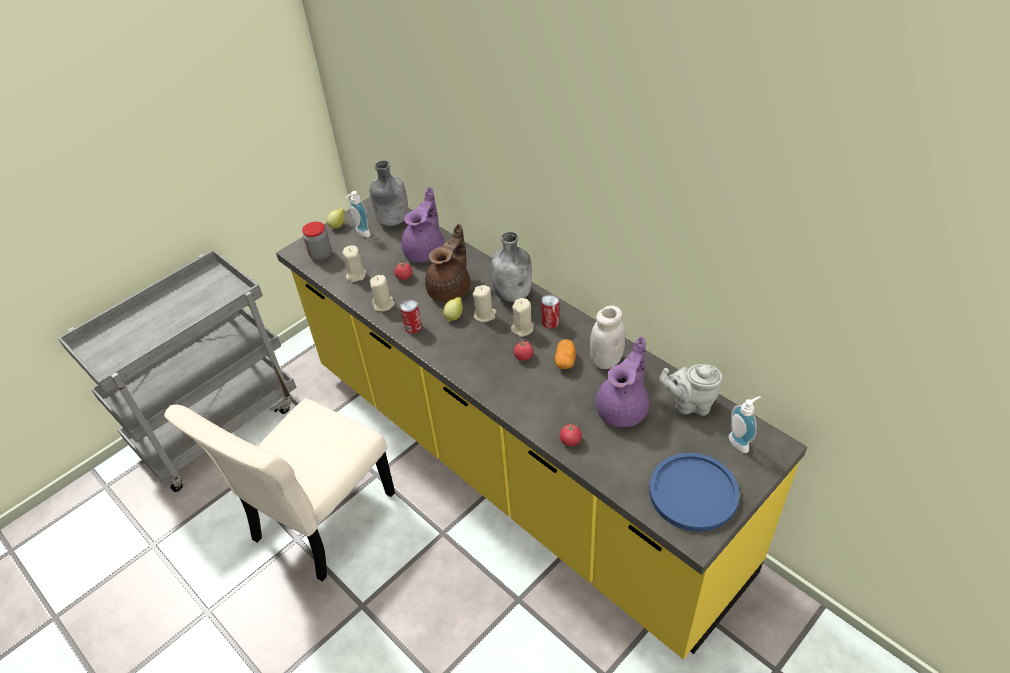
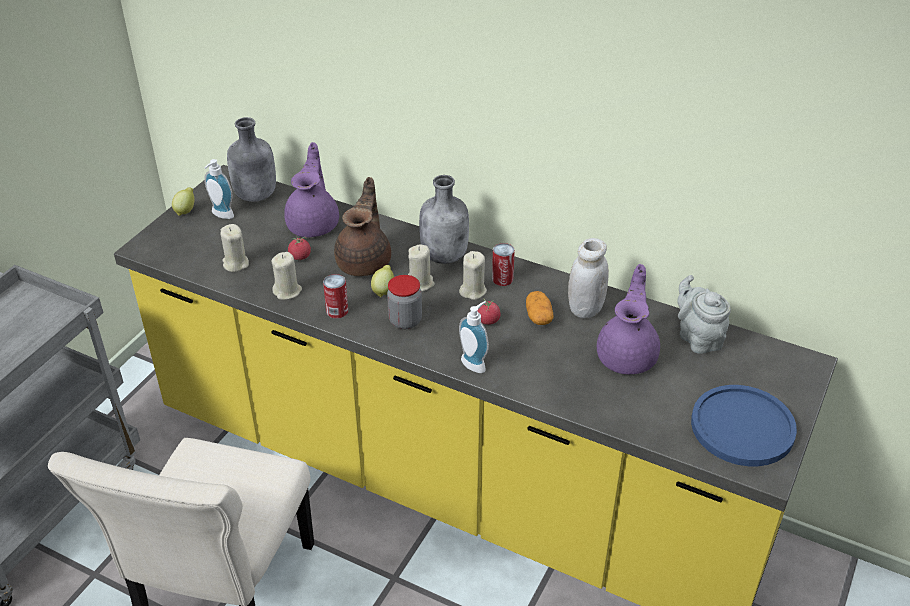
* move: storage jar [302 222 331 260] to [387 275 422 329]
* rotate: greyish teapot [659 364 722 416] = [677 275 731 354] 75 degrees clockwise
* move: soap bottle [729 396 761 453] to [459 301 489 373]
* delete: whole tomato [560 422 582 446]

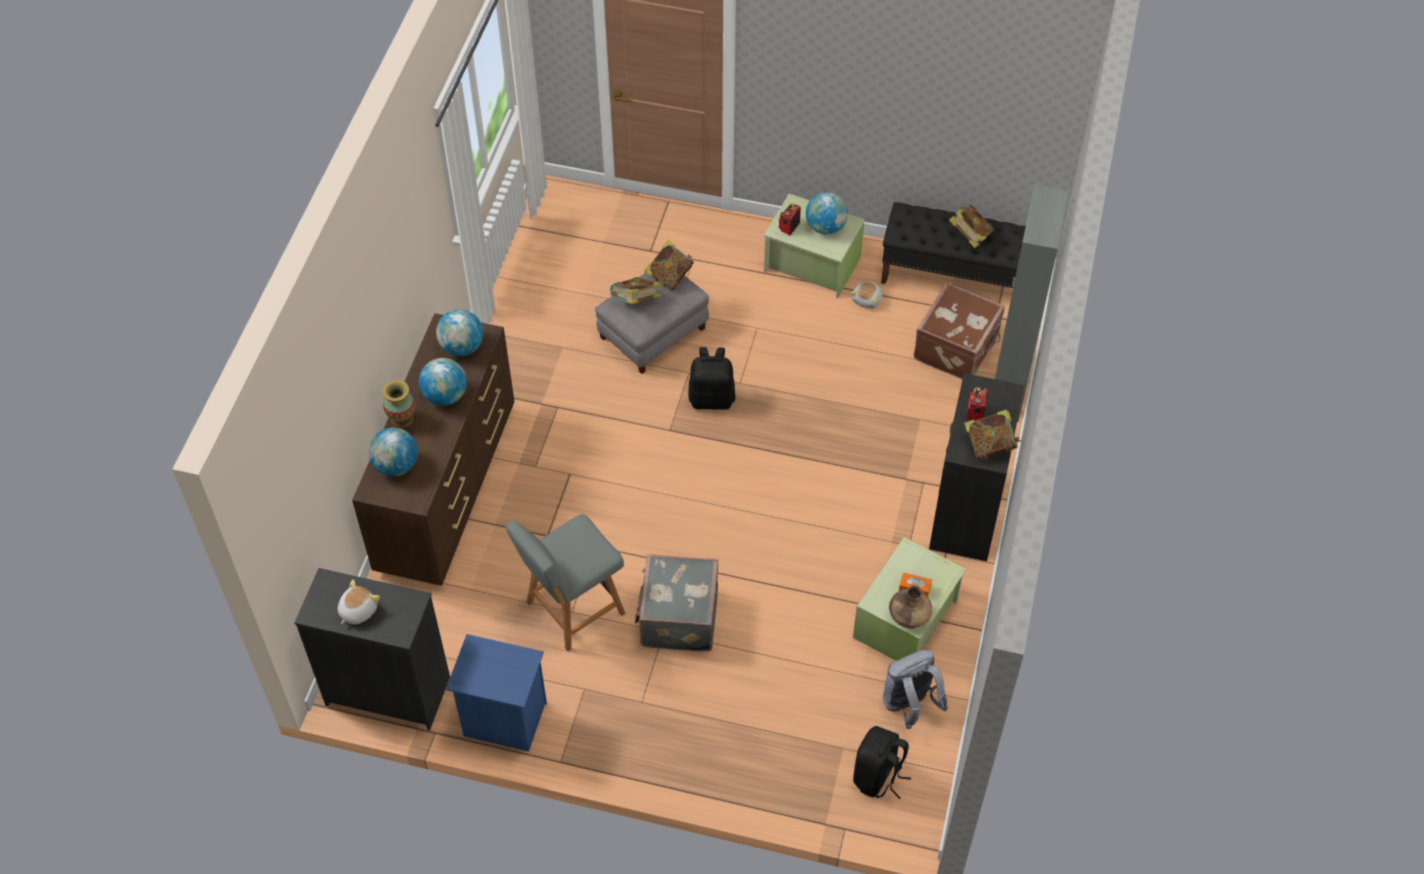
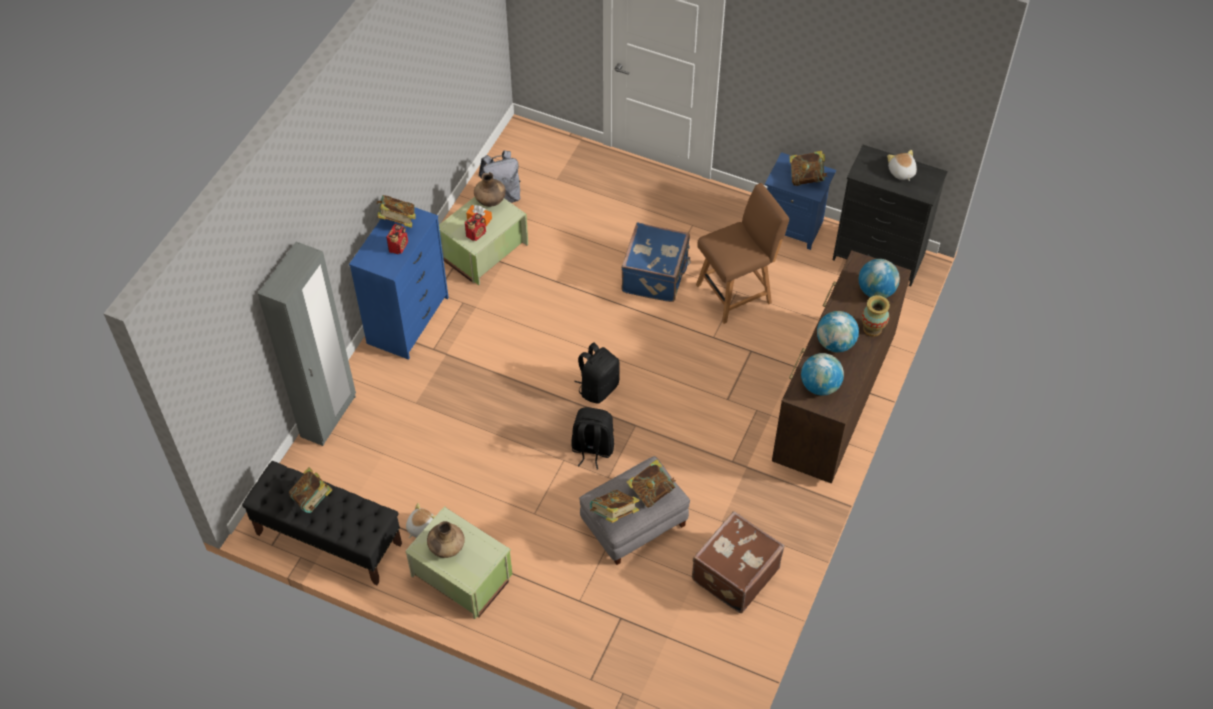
* replace: world globe [806 192 848 234] to brownish vase [427 521 465 558]
* move: radio set [779 203 801 236] to [465 213 486 241]
* move: brownish piece of luggage [914 282 1005 379] to [692 511 785 613]
* recolor: black dresser [929 373 1024 561] to bluish dresser [349 207 449 360]
* recolor: greyish plain chair [506 514 625 651] to brownish plain chair [696 183 789 324]
* recolor: greyish piece of luggage [635 554 718 652] to bluish piece of luggage [621 222 691 302]
* rotate: cuddly toy [338 579 380 624] = [887 150 917 181] 120 degrees clockwise
* move: black rucksack [853 726 911 799] to [574 342 620 403]
* insert: book [789 151 828 186]

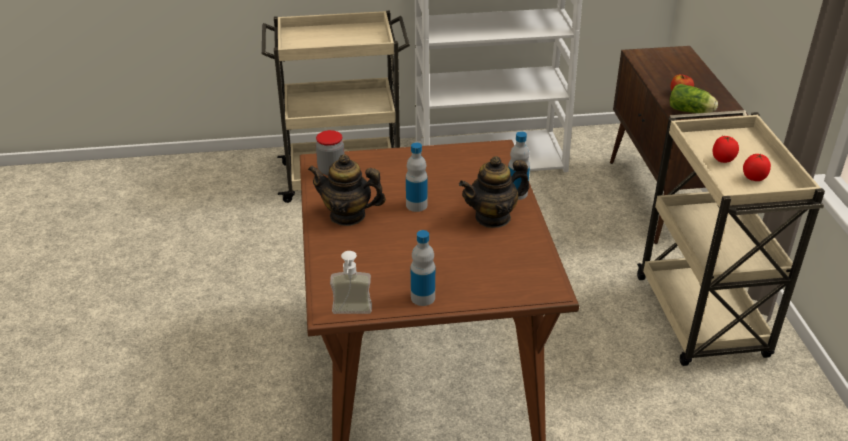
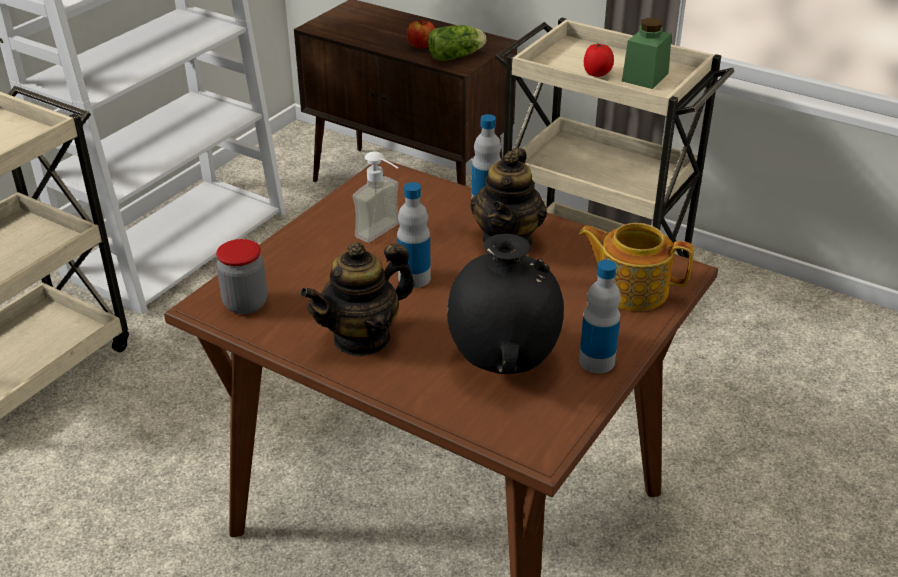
* replace: whole tomato [743 153 771 181] to green storage jar [622 18 672 89]
* move: soap bottle [330 251 372 314] to [352 151 399 243]
* insert: teapot [579 223 694 311]
* insert: black vase [447 234 564 374]

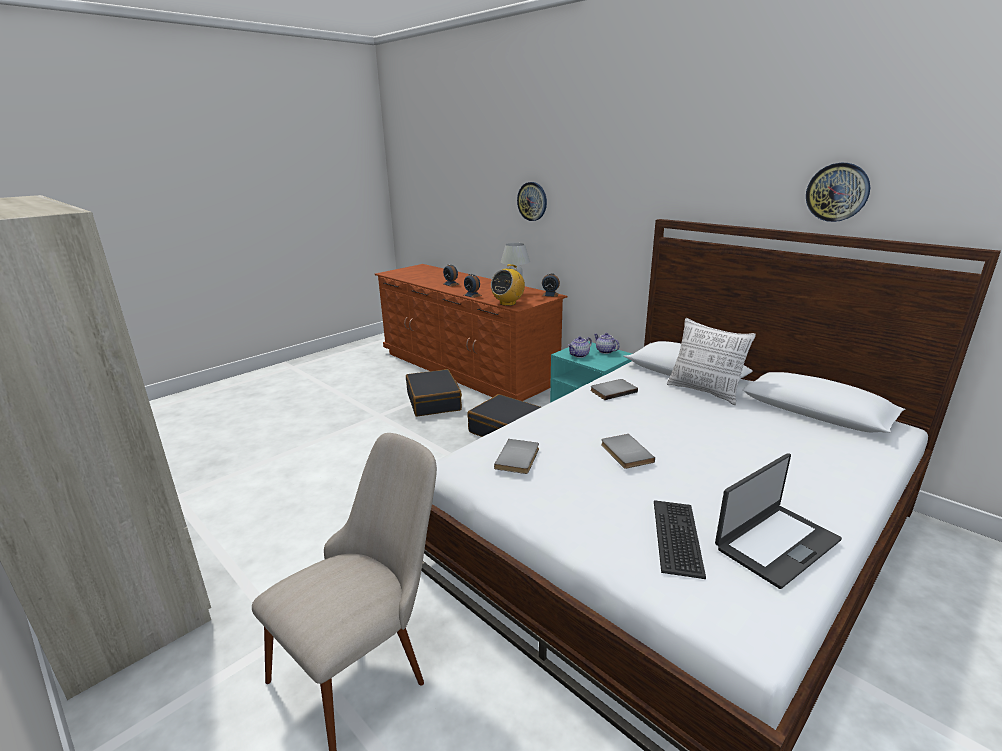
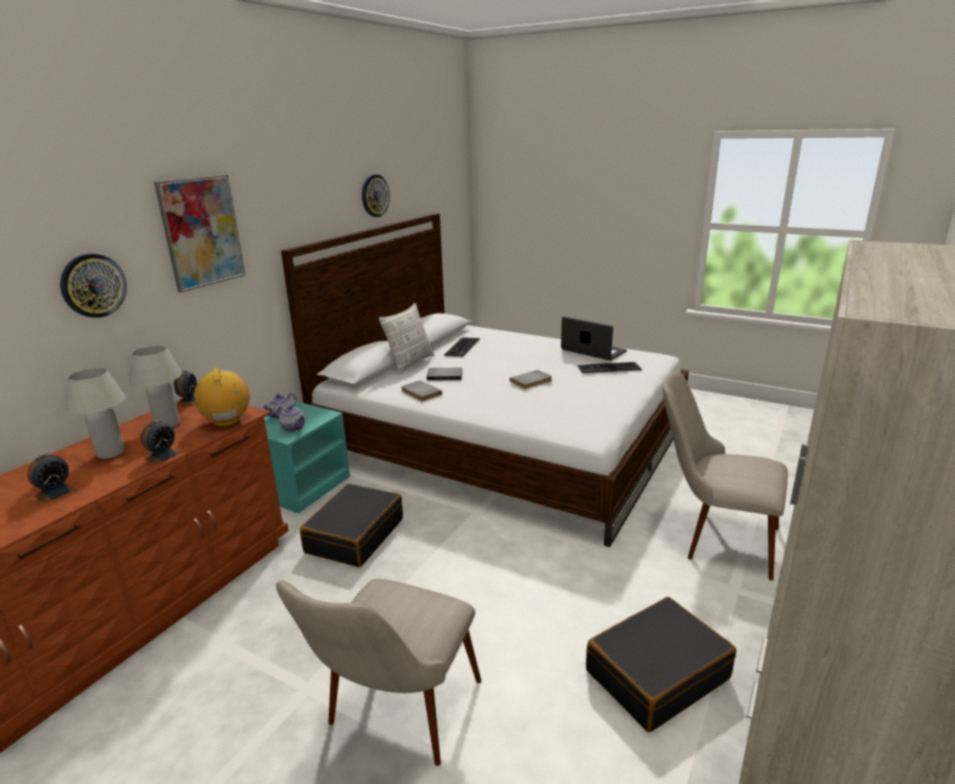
* rotate: radio set [491 264 525 306] = [194 367 250 427] 135 degrees counterclockwise
* move: black piece of luggage [406 369 462 417] to [586 597 736 732]
* move: greyish book [494 439 539 474] to [426 368 463 380]
* insert: wall art [154 175 245 293]
* insert: PC keyboard [444 337 480 357]
* insert: white-coloured table lamp [65 368 126 459]
* insert: beige plain chair [276 579 481 766]

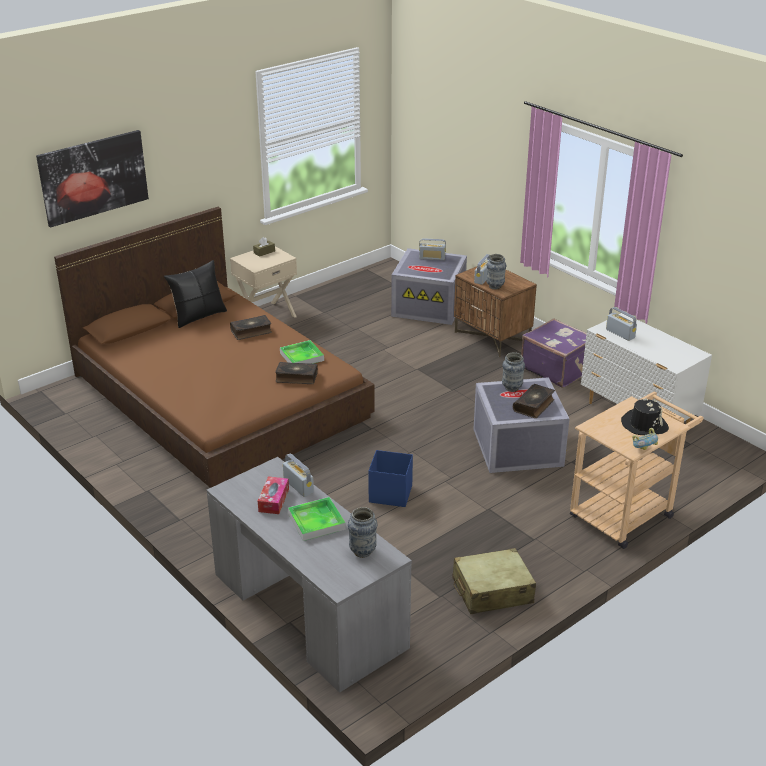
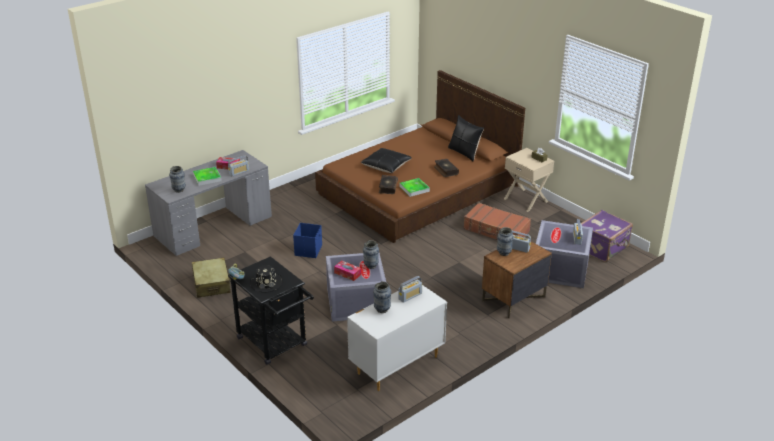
* delete: wall art [36 130 149 228]
* move: purple-coloured piece of luggage [521 318 587 388] to [581 210 633 262]
* replace: book [513 384 555 418] to box of tissues [334 261 361 281]
* recolor: beige wheeled cart [570 392 703 549] to black wheeled cart [228 256 314 365]
* insert: black pillow [361 148 412 173]
* insert: brownish piece of luggage [463 202 531 240]
* insert: vase [373 281 391 313]

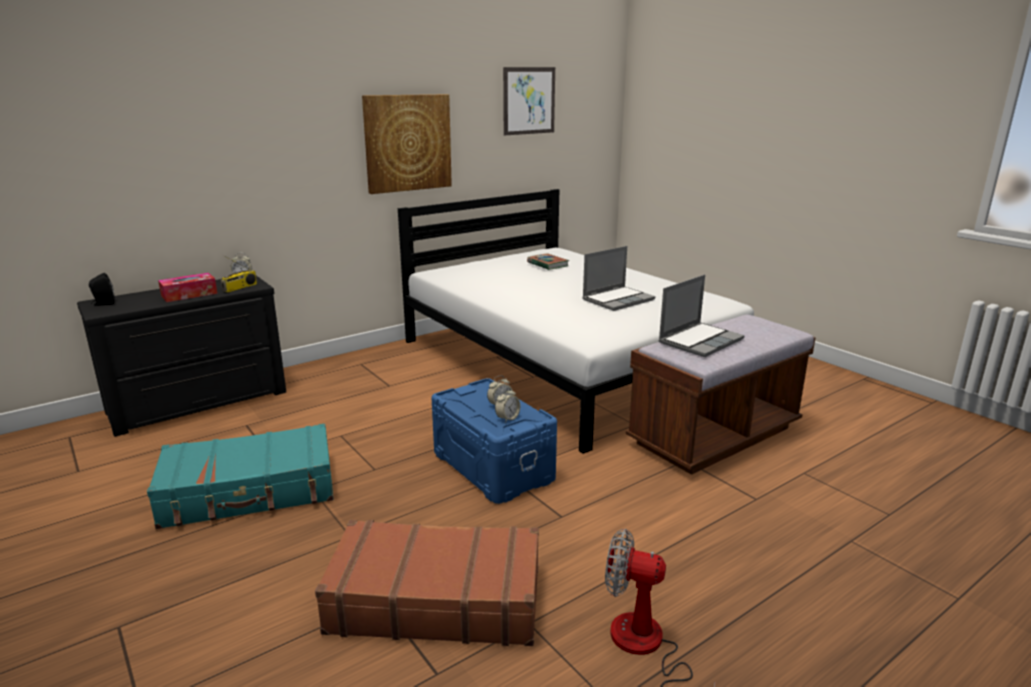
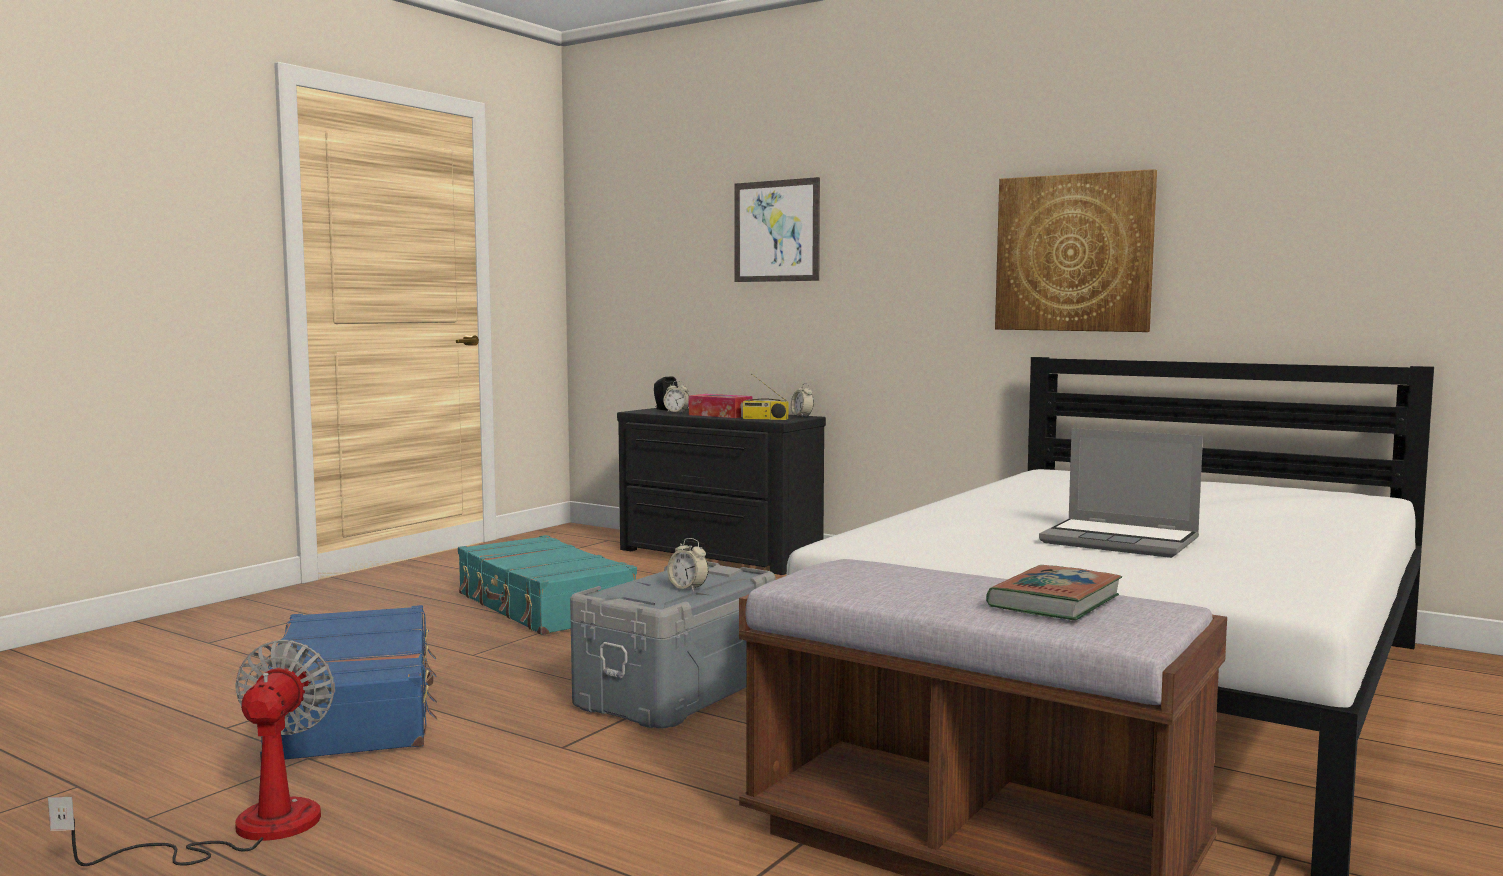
* move: wall art [503 67 555 135] to [734 177 820 282]
* move: book [527 254 569 270] to [986 565 1122 620]
* delete: laptop [658 275 745 357]
* recolor: bluish storage box [432 378 557 504] to greyish storage box [570 561 775 728]
* move: alarm clock [495 387 520 423] to [664 381 689 413]
* recolor: brownish piece of luggage [315 520 539 646] to bluish piece of luggage [260 605 437 759]

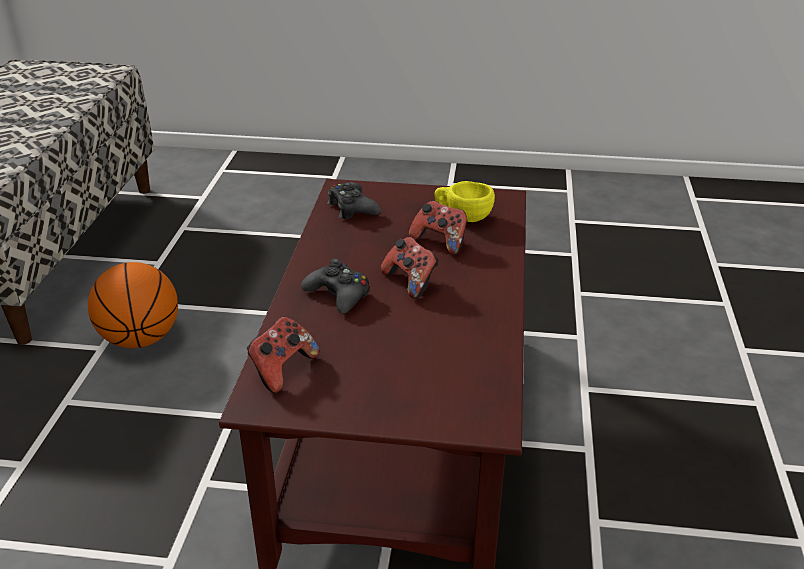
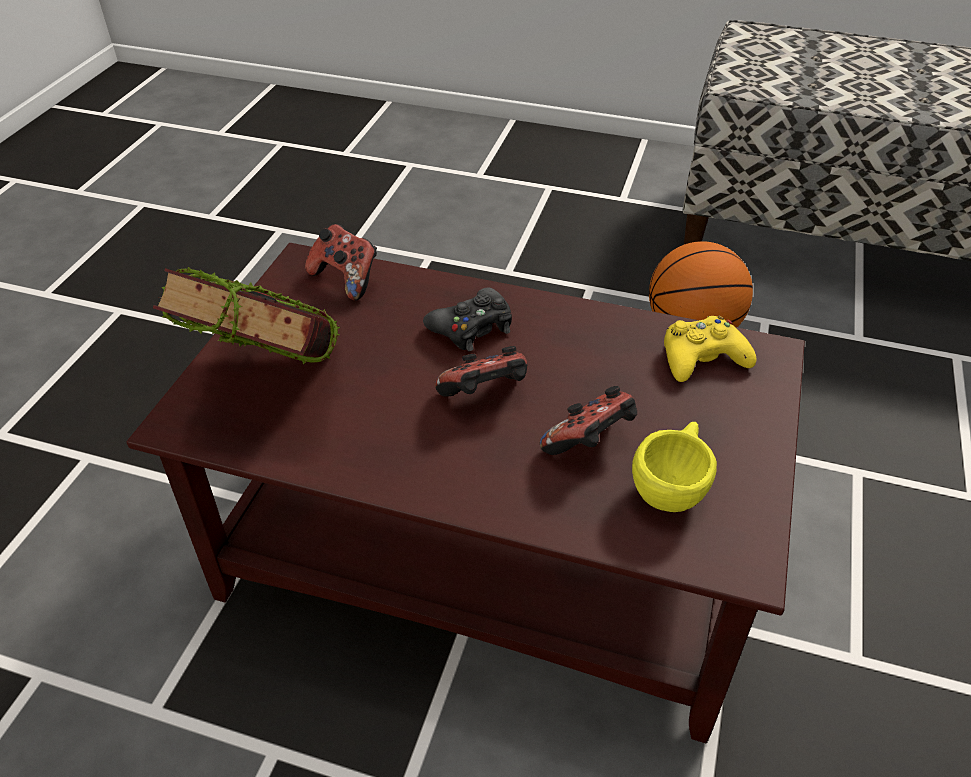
* recolor: black joypad [327 182 381 219] to yellow joypad [664 316 756 382]
* insert: book [153 267 340 364]

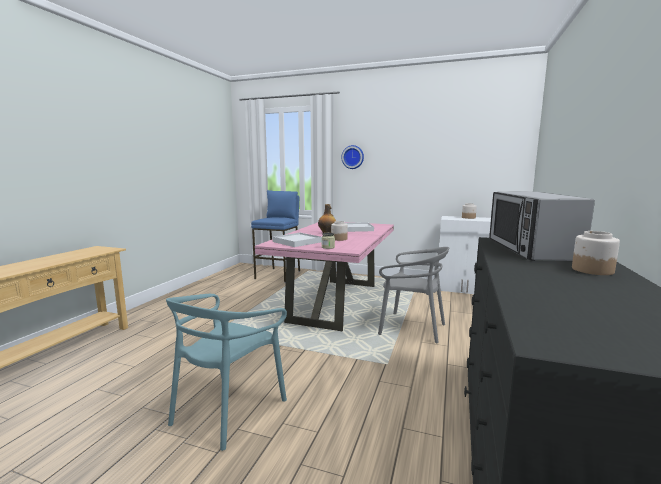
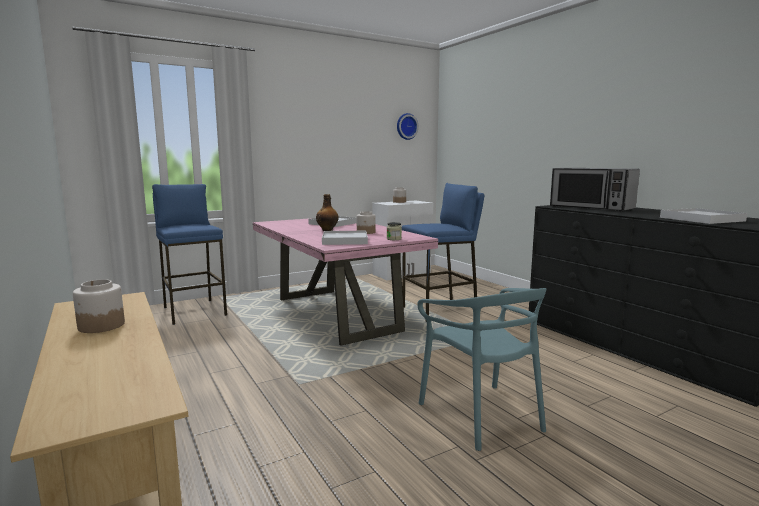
* move: clock on the wall [341 145 364 169] to [397 113 419 140]
* move: storage jar [572 231 620 275] to [73 279 125 333]
* replace: greyish plain chair [378 247 449 343] to bluish stool [402 183 485 322]
* insert: white-coloured serving tray [660 208 747 224]

